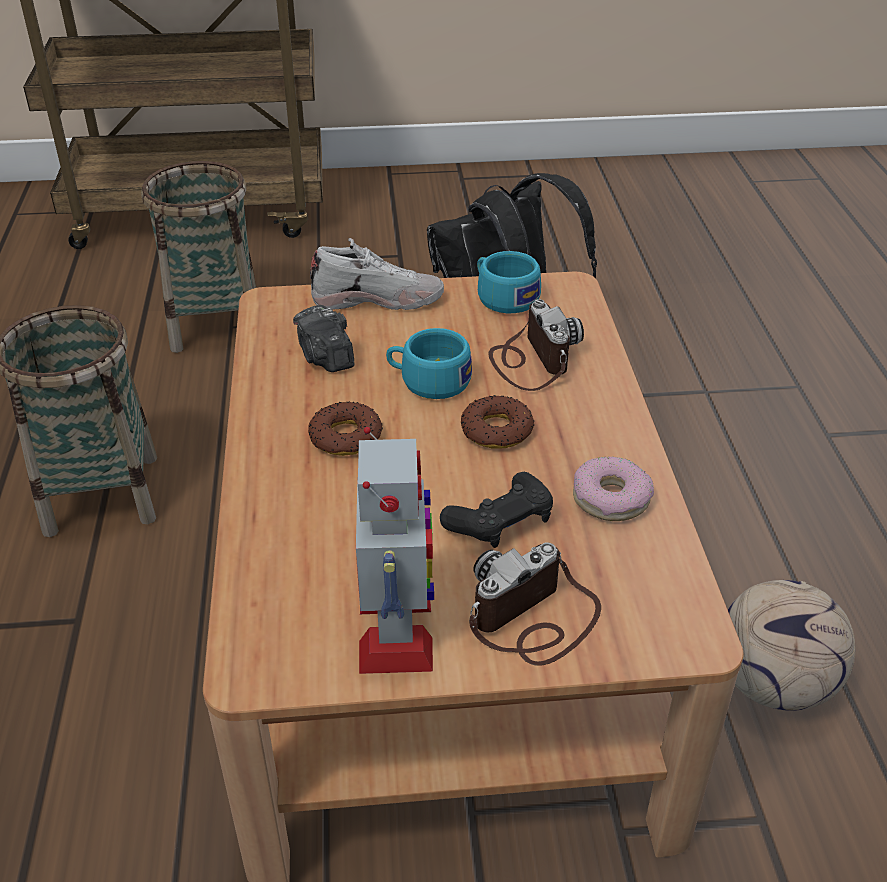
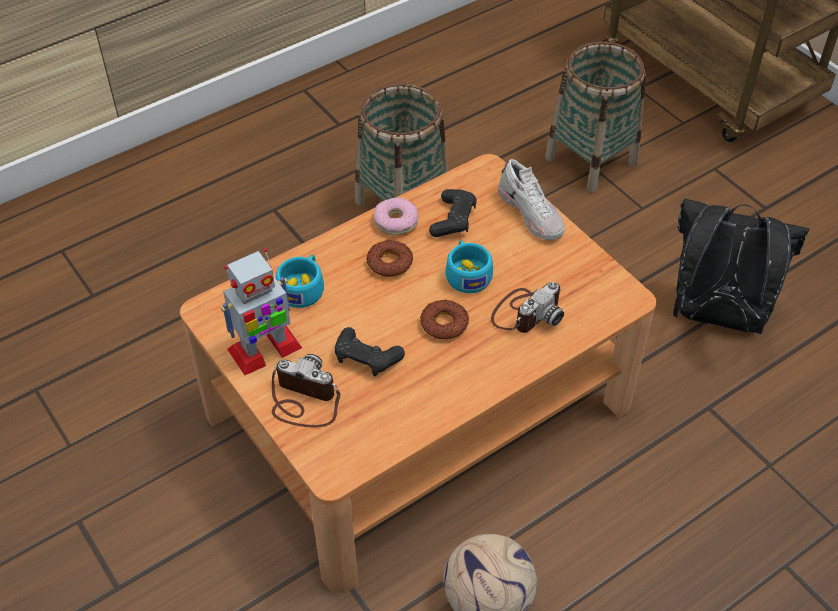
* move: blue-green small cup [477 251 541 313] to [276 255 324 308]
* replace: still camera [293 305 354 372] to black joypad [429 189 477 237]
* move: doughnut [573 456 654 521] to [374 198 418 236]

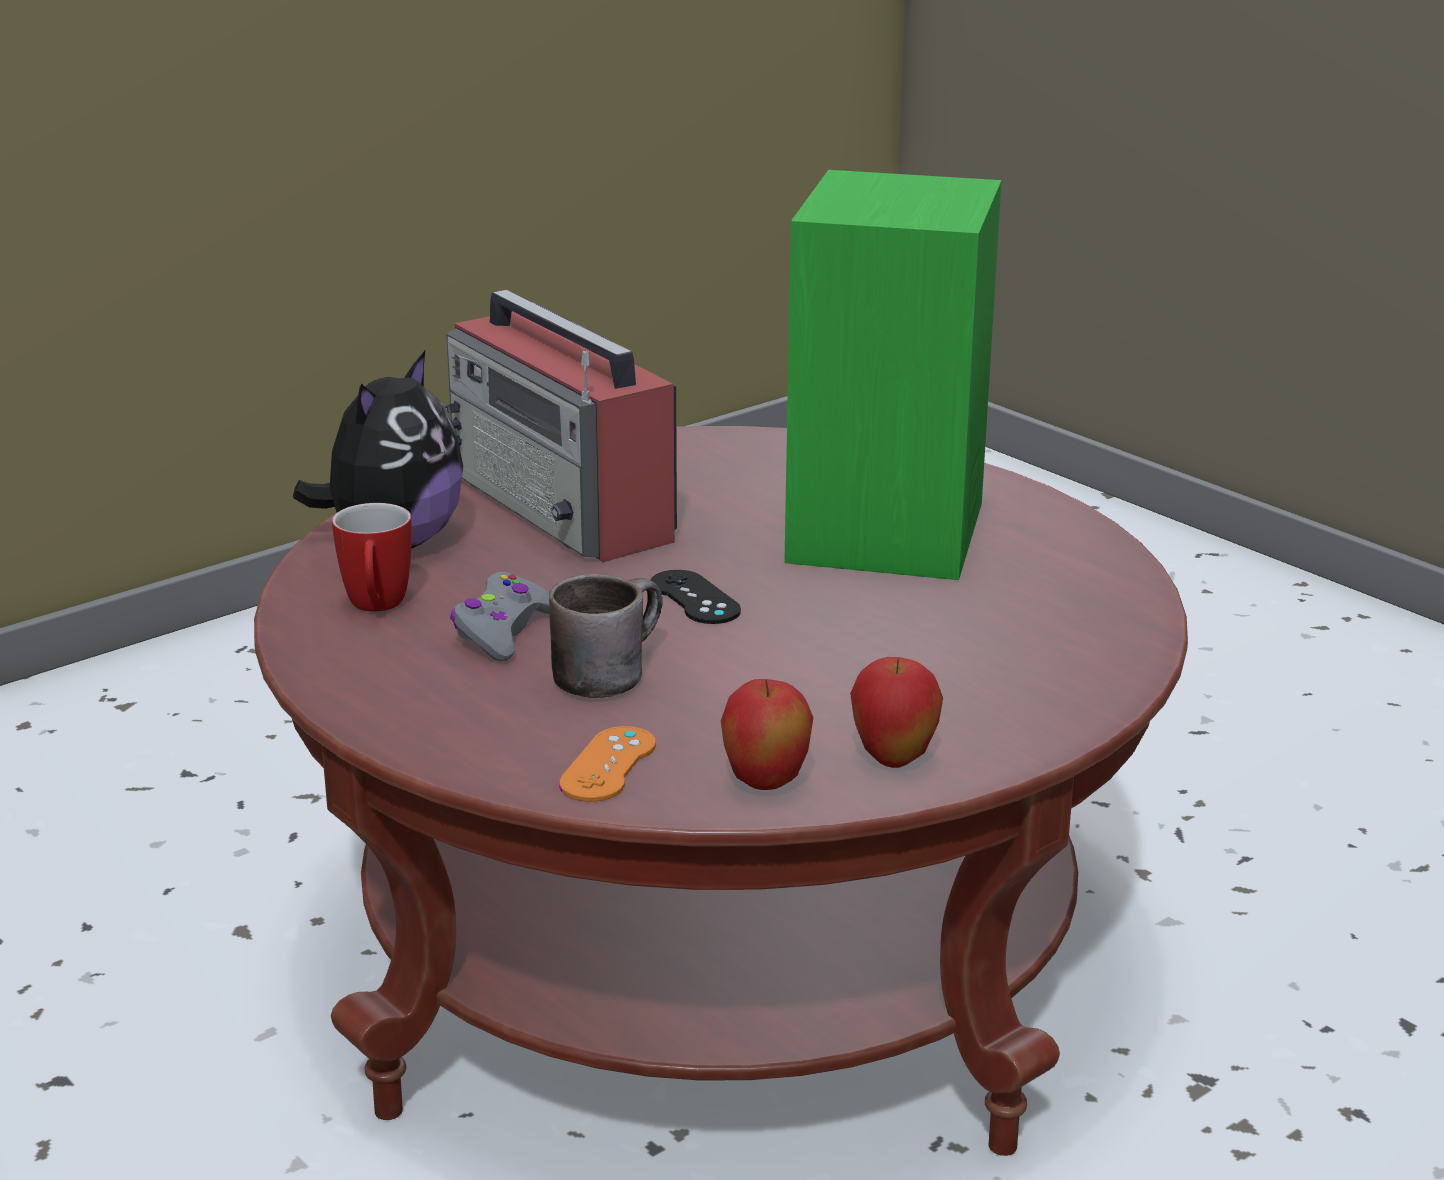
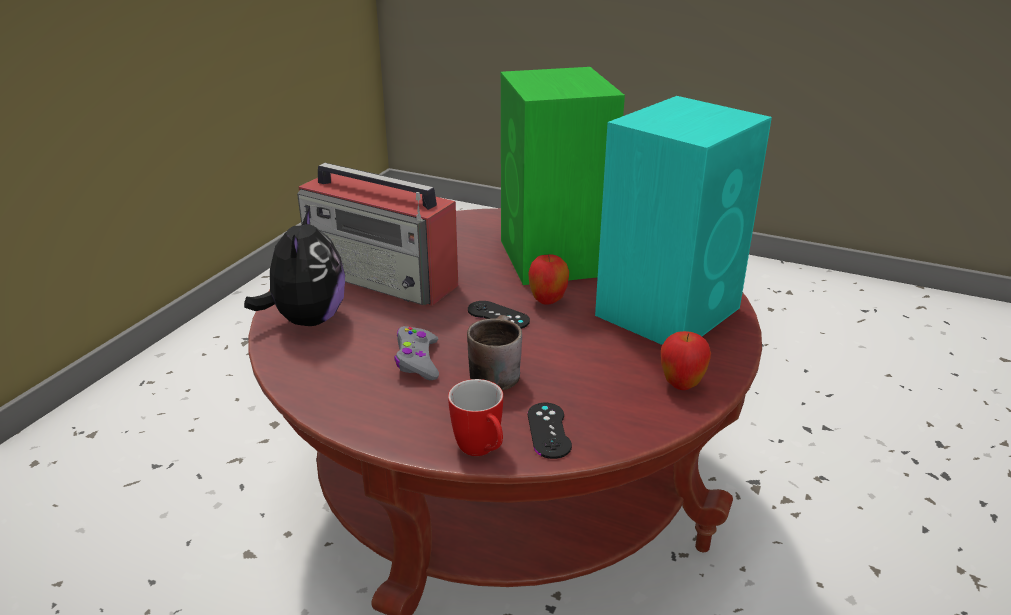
* move: coffee mug [332 503 412 612] to [448 379 503 456]
* move: whole apple [721 679 814 790] to [528 255 569 305]
* recolor: orangey joypad [559 726 656 802] to black joypad [528 403 572 459]
* insert: blue-green audio speaker [595 96 772 345]

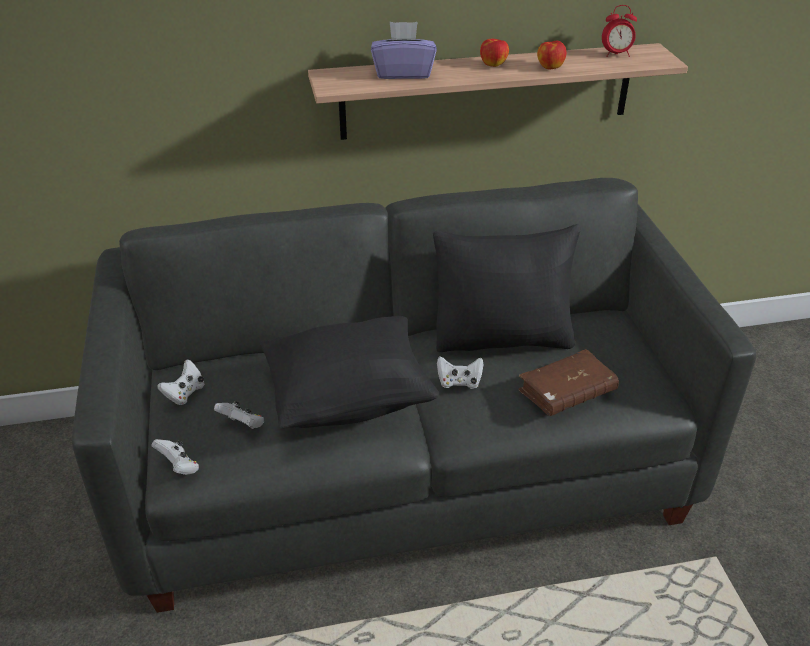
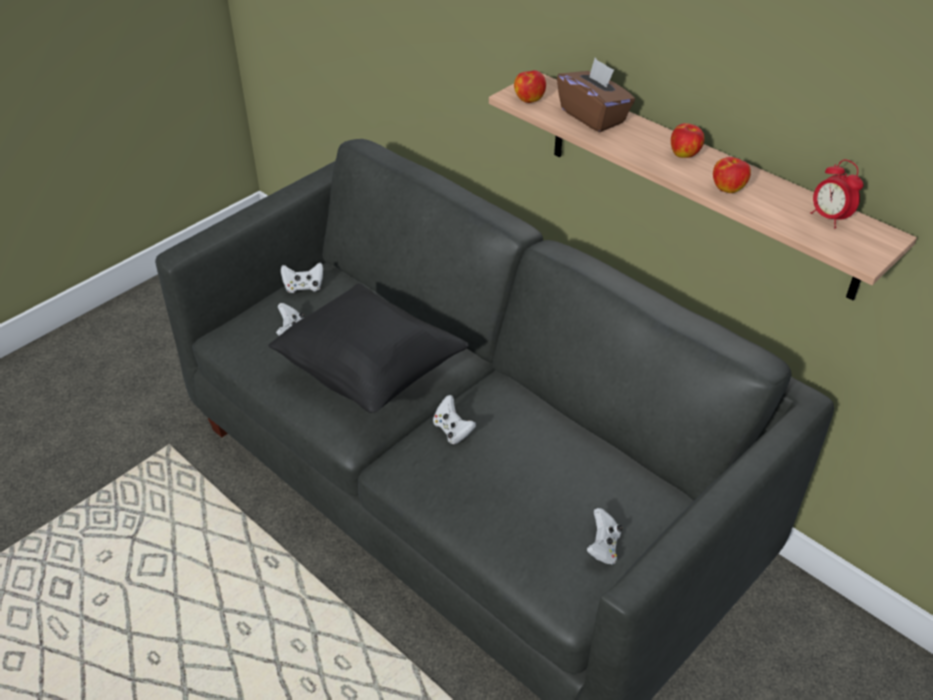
* recolor: purple-coloured box of tissues [371 22 437 79] to brownish box of tissues [557 58 635 132]
* delete: black pillow [433 224 581 352]
* delete: brownish book [518 349 619 416]
* move: white-coloured joypad [152 439 199 475] to [587 508 622 565]
* insert: whole apple [514 70 546 103]

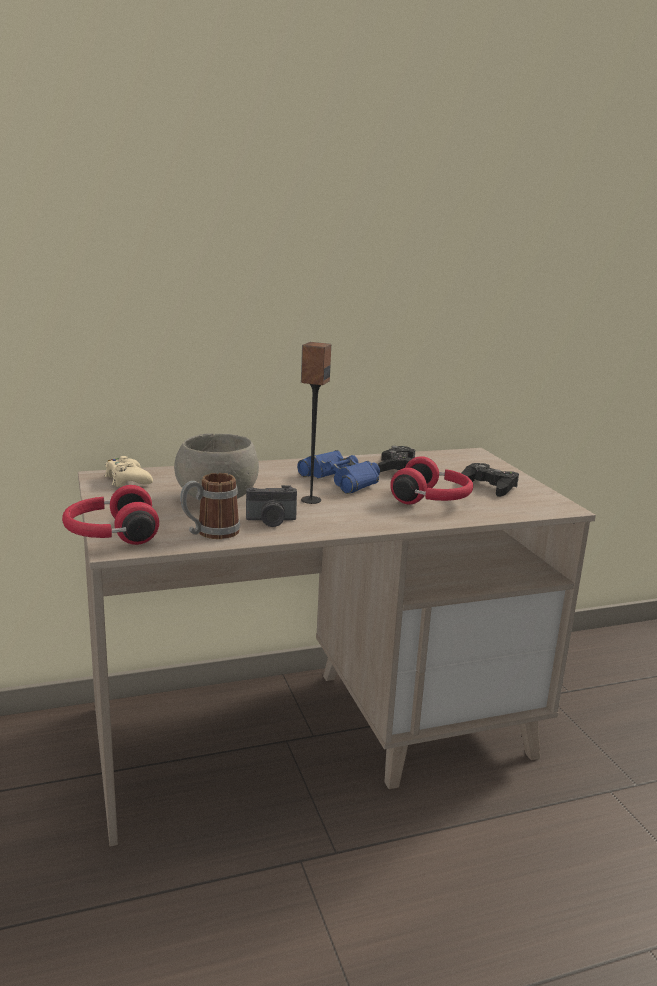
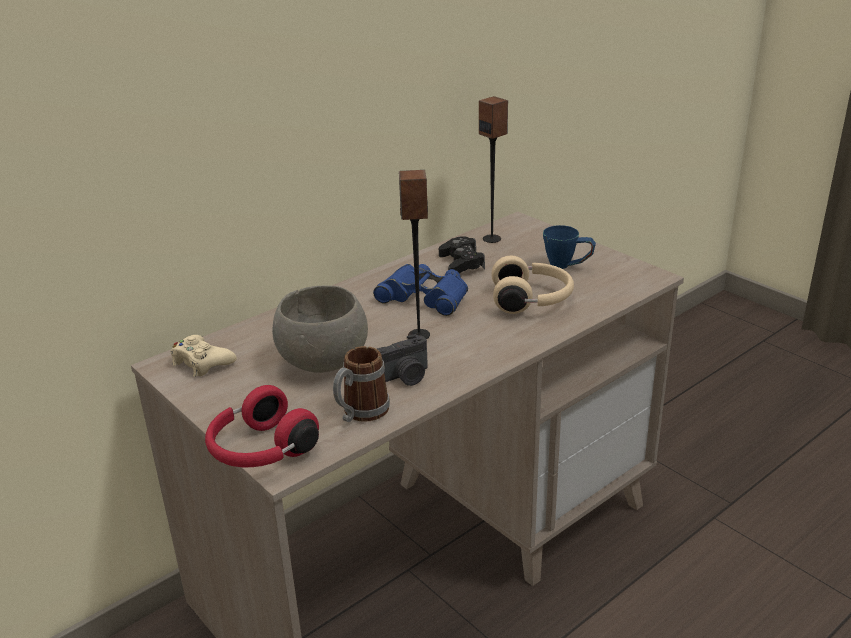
* recolor: red headphones [390 456 473 505] to beige headphones [491 256 574 314]
* replace: black joypad [461 463 519 497] to bluish coffee mug [543 225 596 269]
* insert: audio speaker [479 96 508 243]

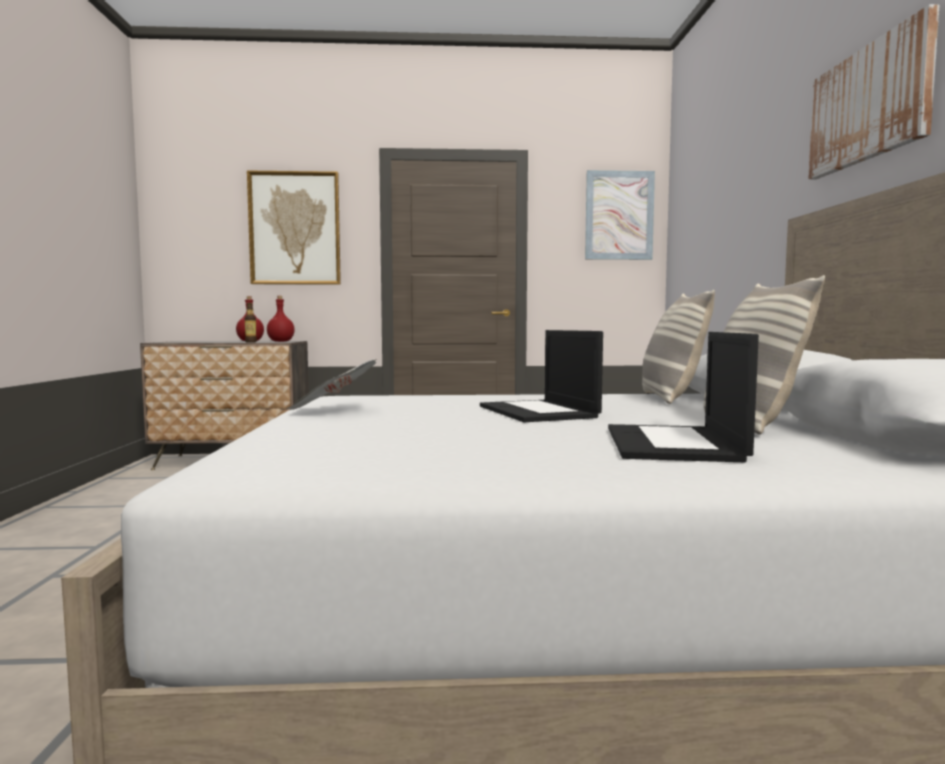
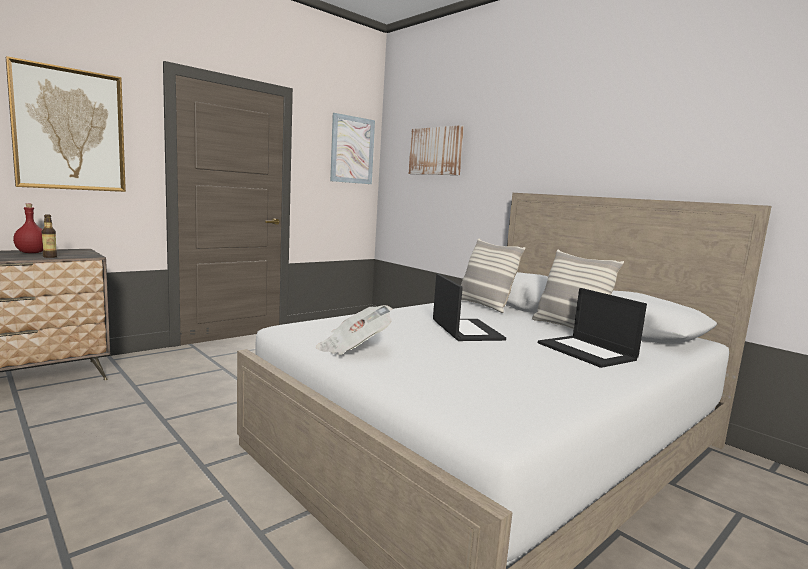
* move: wall art [808 4 940 179] to [409 125 464 175]
* delete: red bottle [267 296 295 342]
* rotate: laptop [480 330 603 422] = [433 274 506 341] 135 degrees counterclockwise

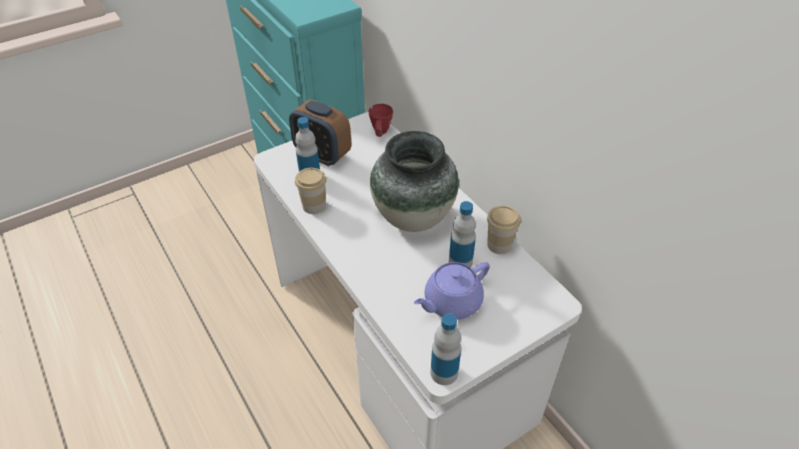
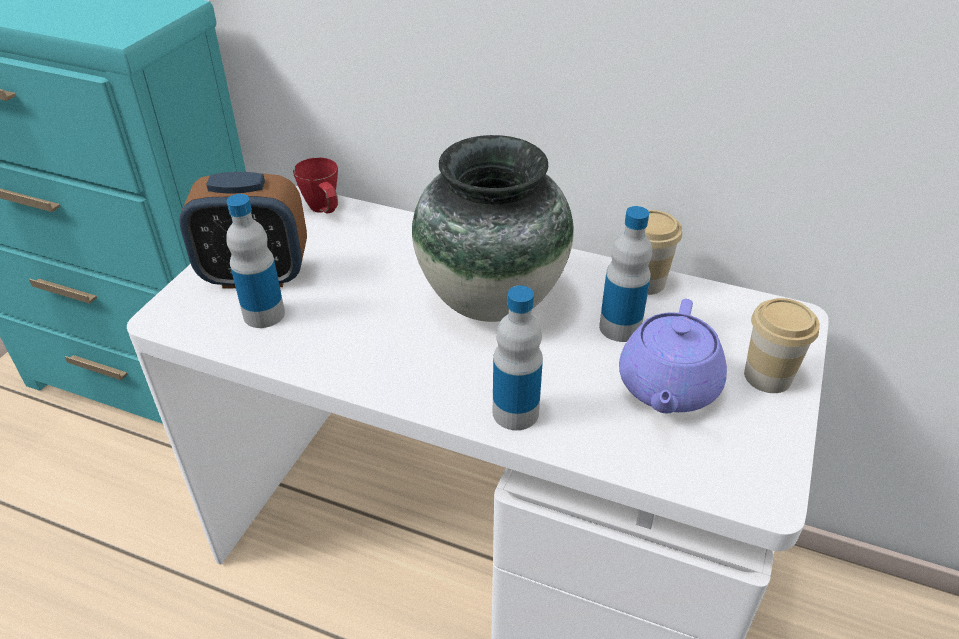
* move: small cup [295 168 327 214] to [744 298 820 393]
* move: bottle [430 313 461 385] to [493 285 543 430]

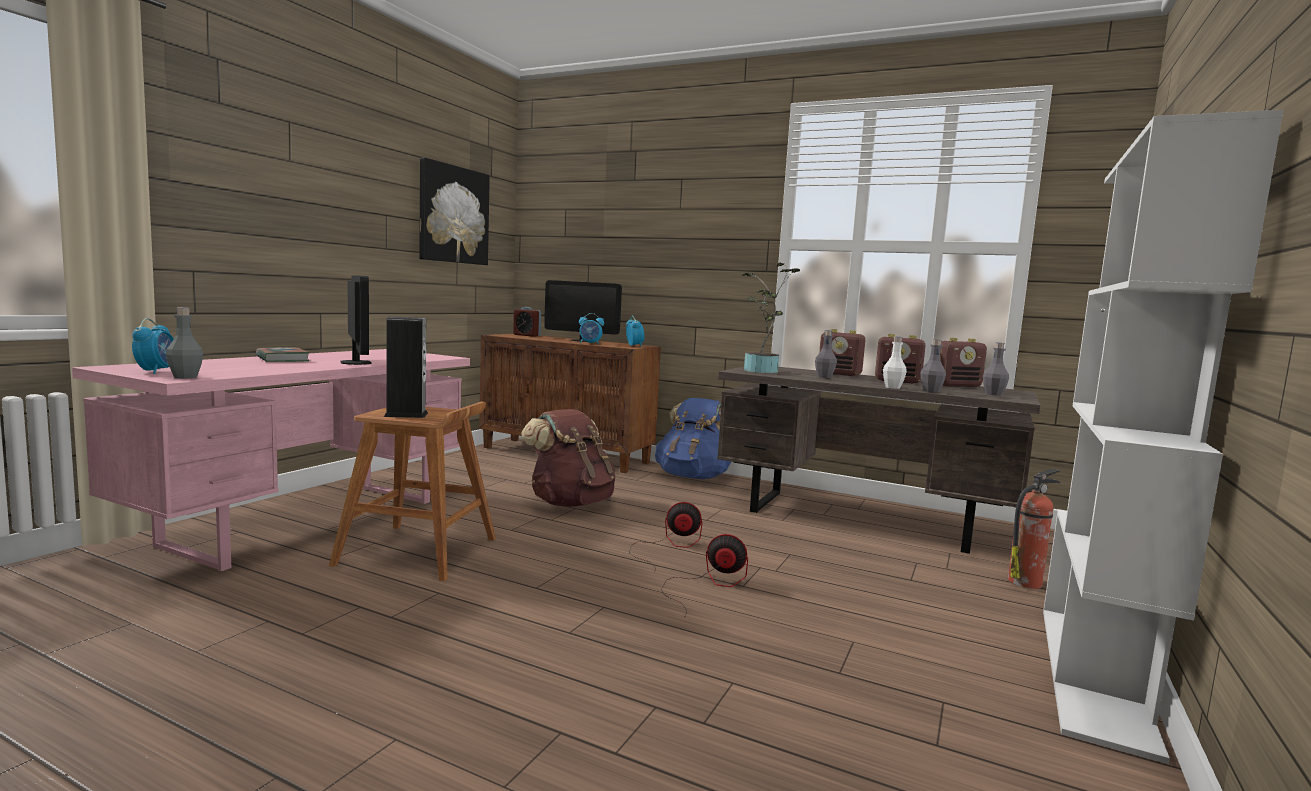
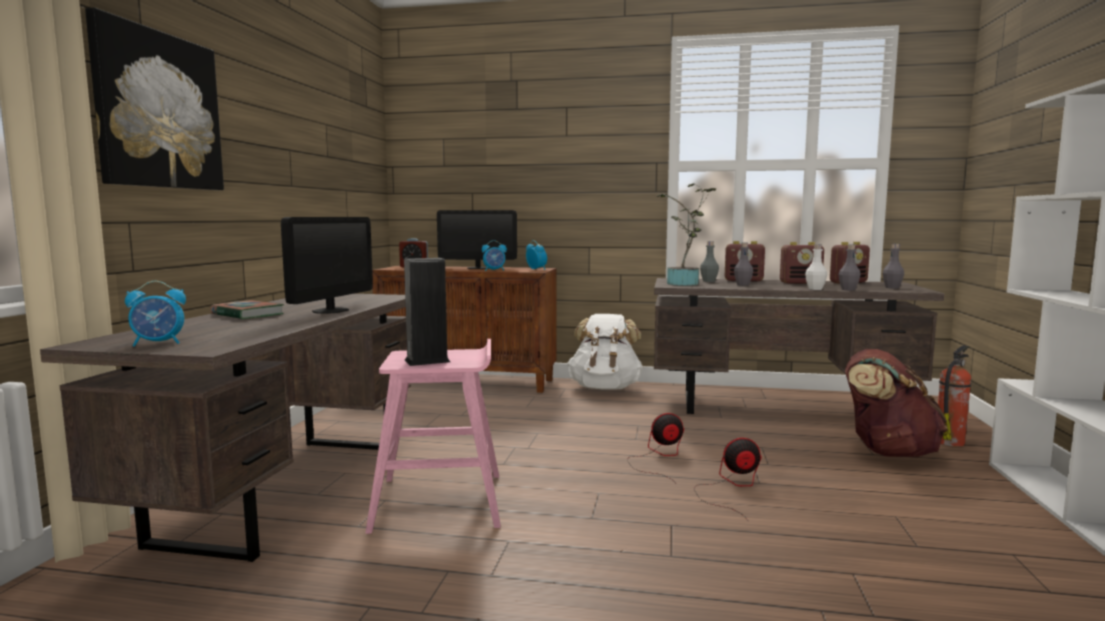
* move: wall art [419 158 490 265] to [85 8 224 190]
* rotate: computer display [340 275 372 365] = [281 217 373 314] 60 degrees clockwise
* move: greyish bottle [166 308 203 378] to [700 241 719 282]
* rotate: alarm clock [132 318 174 374] = [125 281 186 347] 90 degrees clockwise
* recolor: pink-coloured desk unit [72 349 470 571] to brownish desk unit [40 294 411 562]
* recolor: bluish rucksack [655 398 731 479] to white-coloured rucksack [567 314 643 390]
* recolor: brownish stool [329 402 496 581] to pink-coloured stool [365 339 501 534]
* move: brownish rucksack [521 409 616 507] to [845 349 948 457]

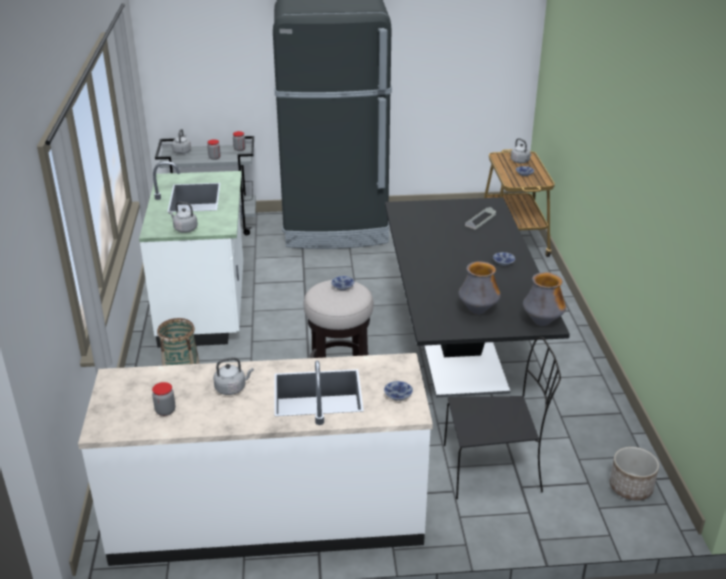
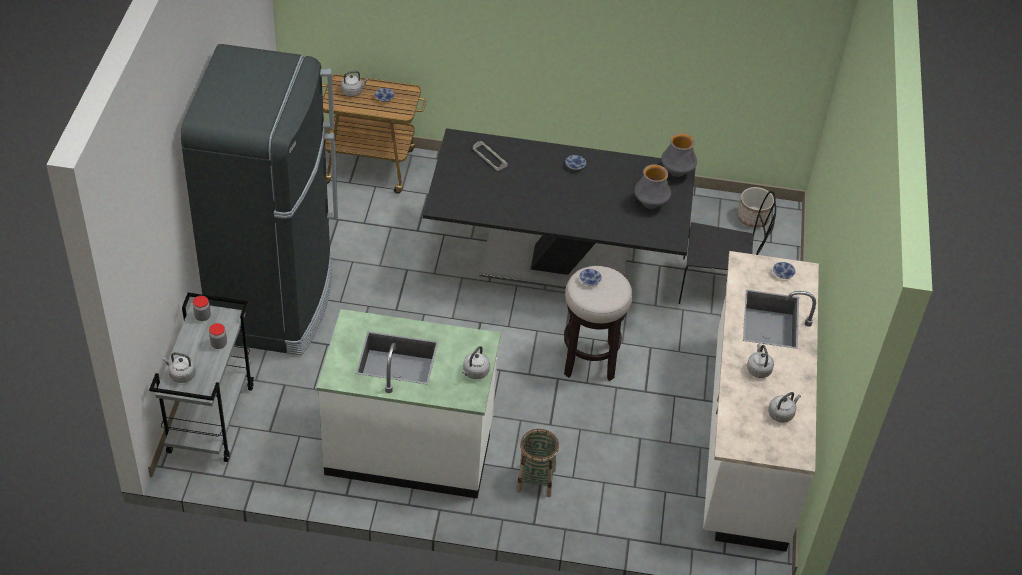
* rotate: black plain chair [444 337 561 499] = [679 191 776 304] 90 degrees clockwise
* replace: storage jar [152 382 175 416] to greyish tea kettle [768 392 801 423]

